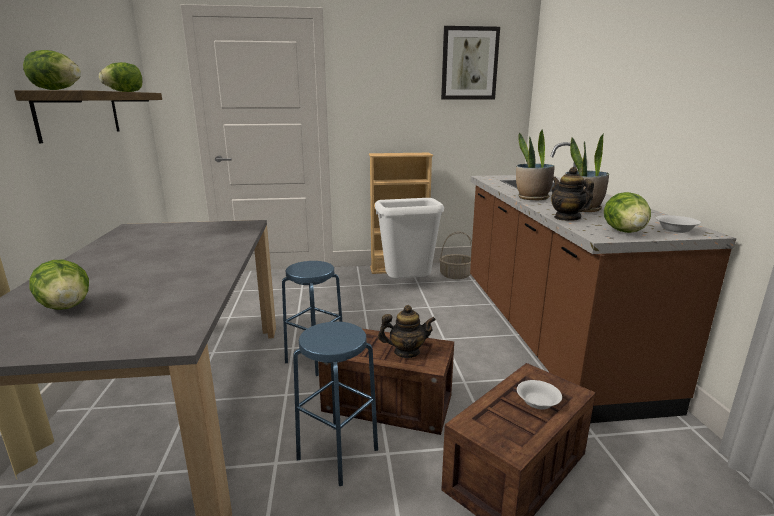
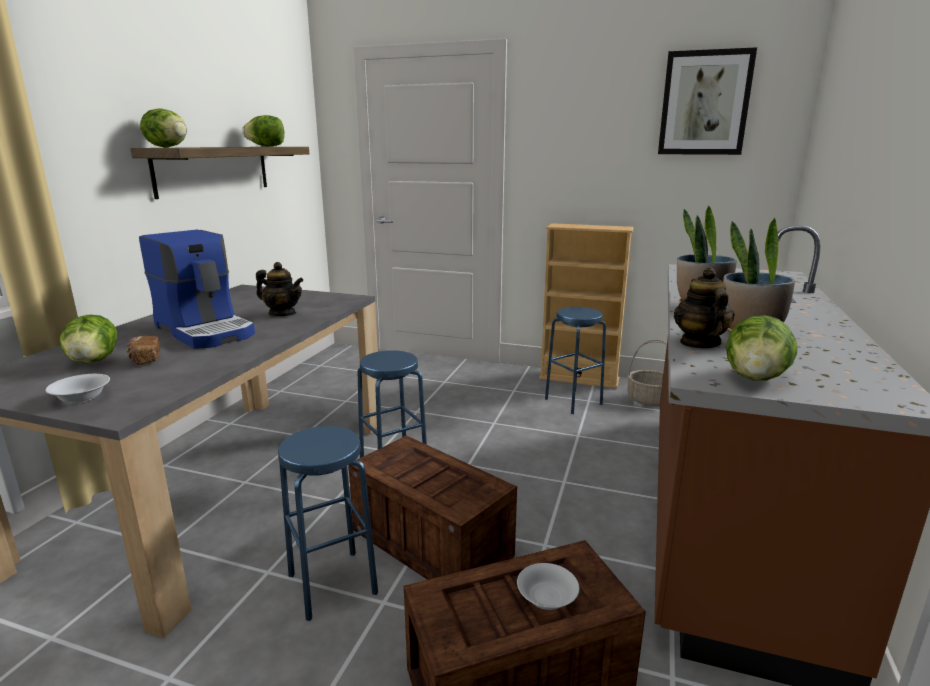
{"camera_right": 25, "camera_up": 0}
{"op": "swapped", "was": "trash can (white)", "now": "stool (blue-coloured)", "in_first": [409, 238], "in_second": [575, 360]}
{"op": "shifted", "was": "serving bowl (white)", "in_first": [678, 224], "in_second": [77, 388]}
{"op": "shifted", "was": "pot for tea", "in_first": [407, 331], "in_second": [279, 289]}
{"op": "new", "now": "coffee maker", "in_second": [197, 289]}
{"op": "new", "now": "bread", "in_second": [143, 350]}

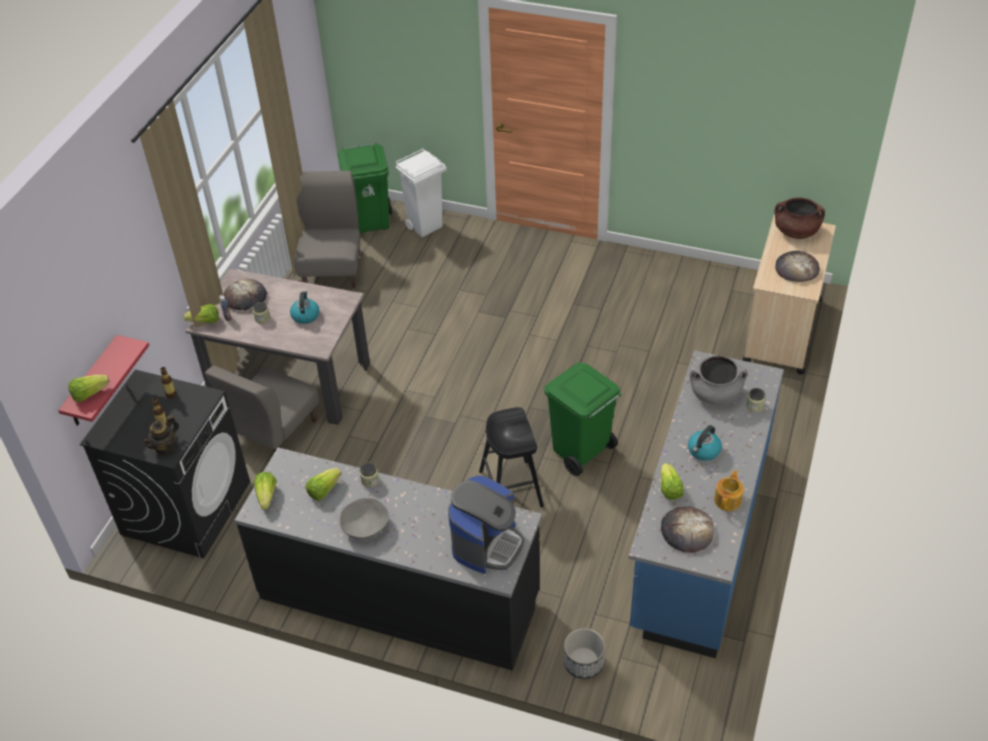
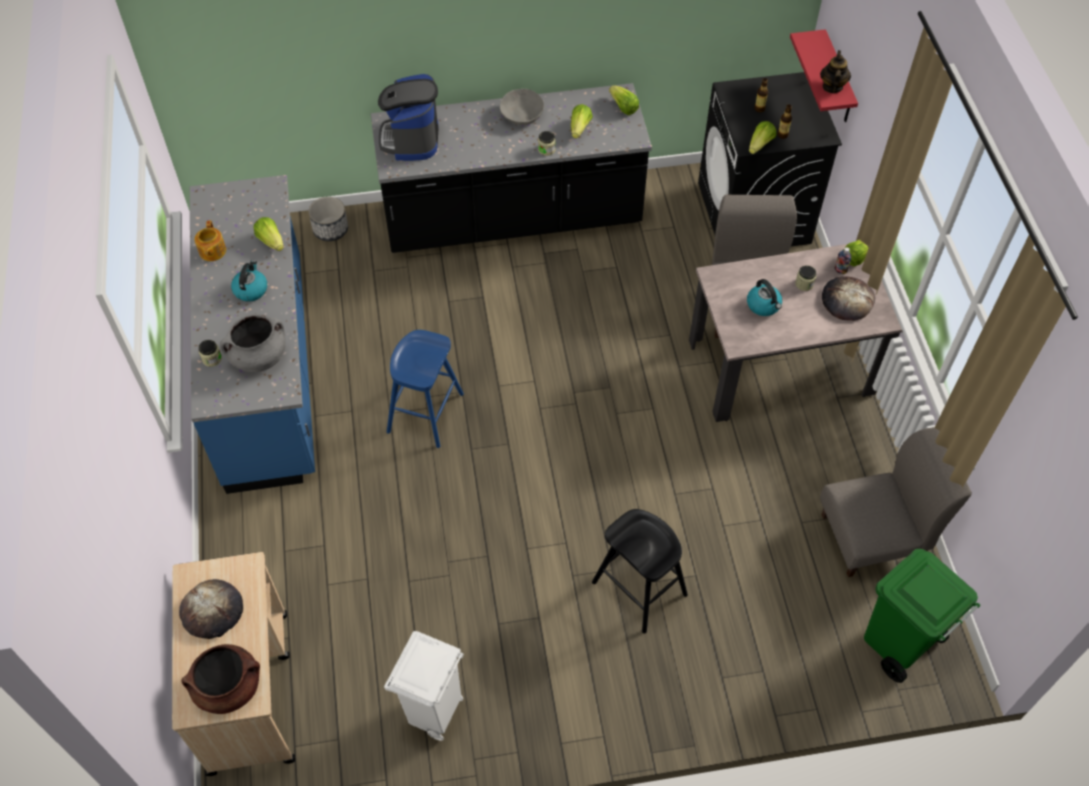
{"camera_right": 150, "camera_up": 10}
{"op": "shifted", "was": "trash can (white)", "in_first": [421, 192], "in_second": [424, 686]}
{"op": "rotated", "was": "upright chair (greyish)", "in_first": [327, 229], "in_second": [896, 502], "clockwise": -75}
{"op": "swapped", "was": "trash can (green-coloured)", "now": "stool (blue-coloured)", "in_first": [582, 419], "in_second": [425, 389]}
{"op": "shifted", "was": "head of lettuce", "in_first": [88, 388], "in_second": [762, 137]}
{"op": "shifted", "was": "stool (blackish)", "in_first": [511, 457], "in_second": [640, 571]}
{"op": "shifted", "was": "pot for tea", "in_first": [160, 435], "in_second": [835, 71]}
{"op": "gone", "was": "bread", "in_first": [687, 530]}

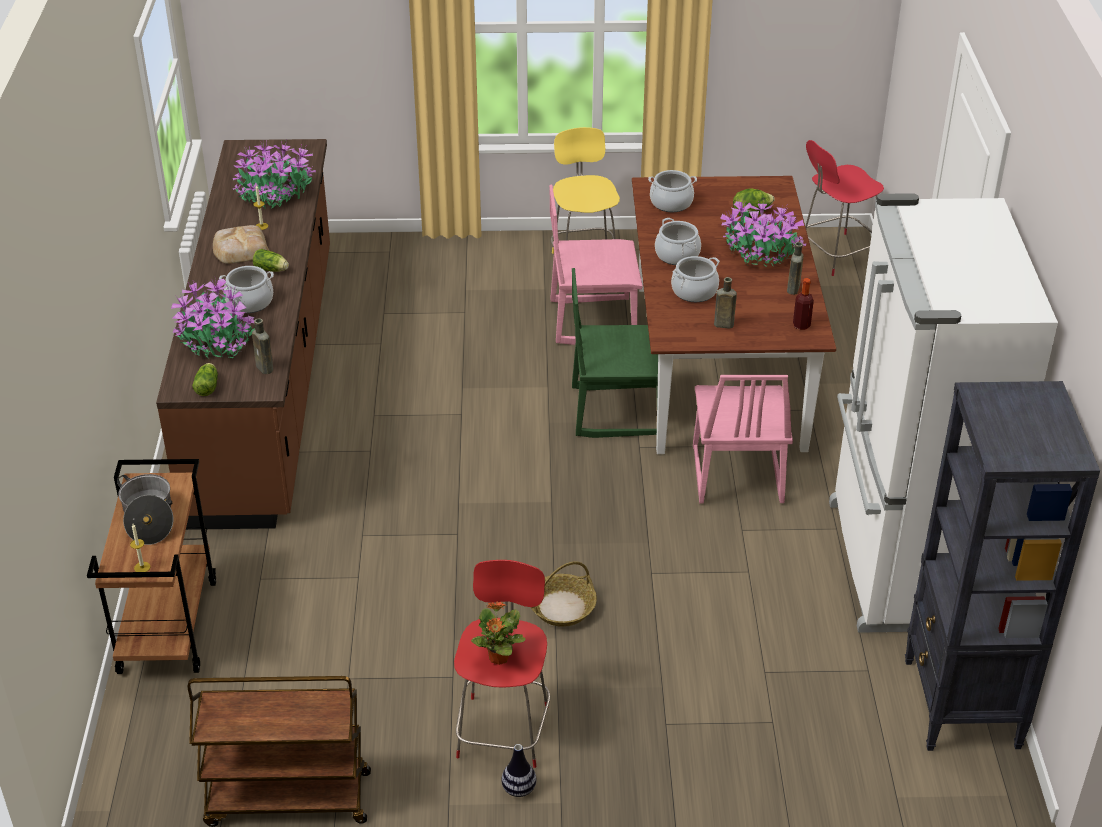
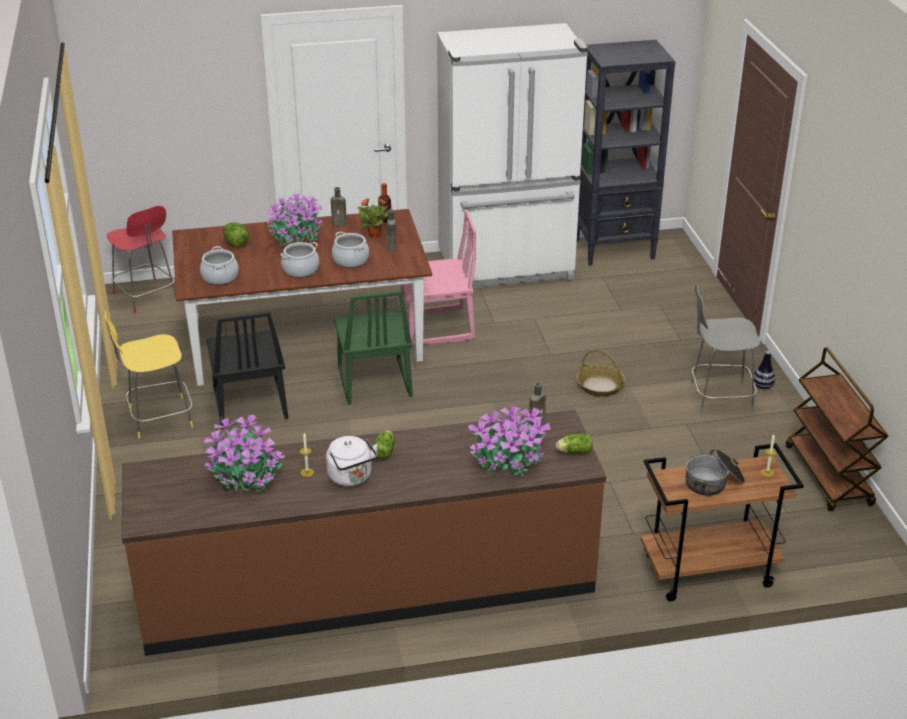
{"camera_right": -100, "camera_up": -5}
{"op": "repainted", "was": "upright chair (pinkish)", "now": "upright chair (blackish)", "in_first": [596, 265], "in_second": [247, 370]}
{"op": "swapped", "was": "bread", "now": "water kettle (white)", "in_first": [241, 244], "in_second": [352, 461]}
{"op": "gone", "was": "saucepot", "in_first": [246, 289]}
{"op": "repainted", "was": "stool (reddish)", "now": "stool (greyish)", "in_first": [502, 664], "in_second": [725, 349]}
{"op": "shifted", "was": "potted plant", "in_first": [498, 633], "in_second": [373, 217]}

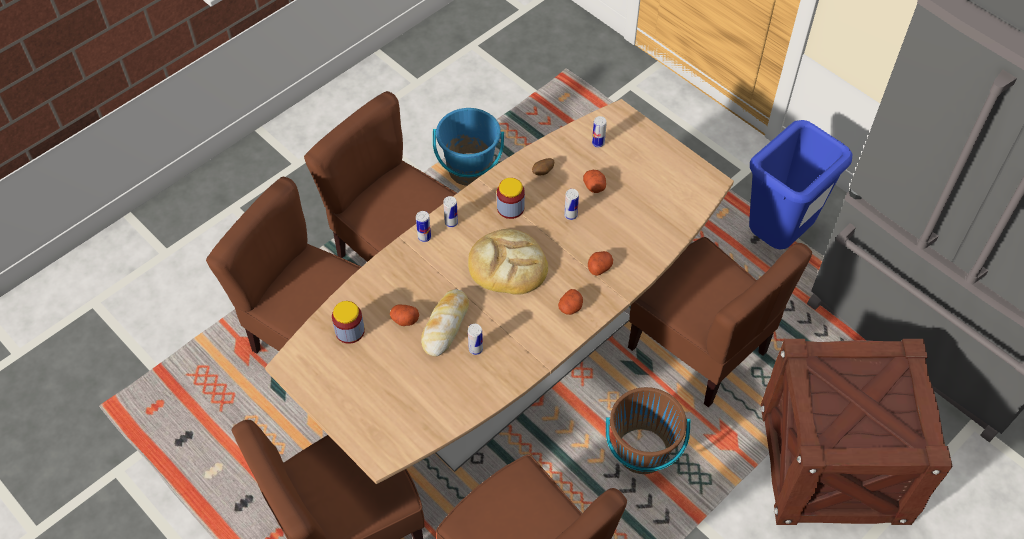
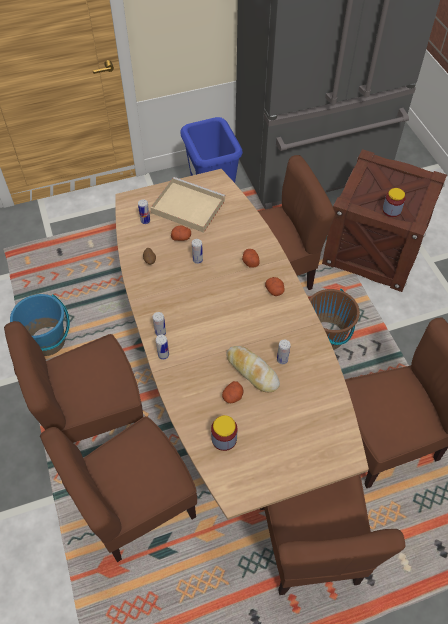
{"camera_right": -65, "camera_up": 0}
{"op": "shifted", "was": "storage jar", "in_first": [511, 198], "in_second": [393, 202]}
{"op": "gone", "was": "bread", "in_first": [508, 262]}
{"op": "new", "now": "serving tray (sand-coloured)", "in_second": [187, 205]}

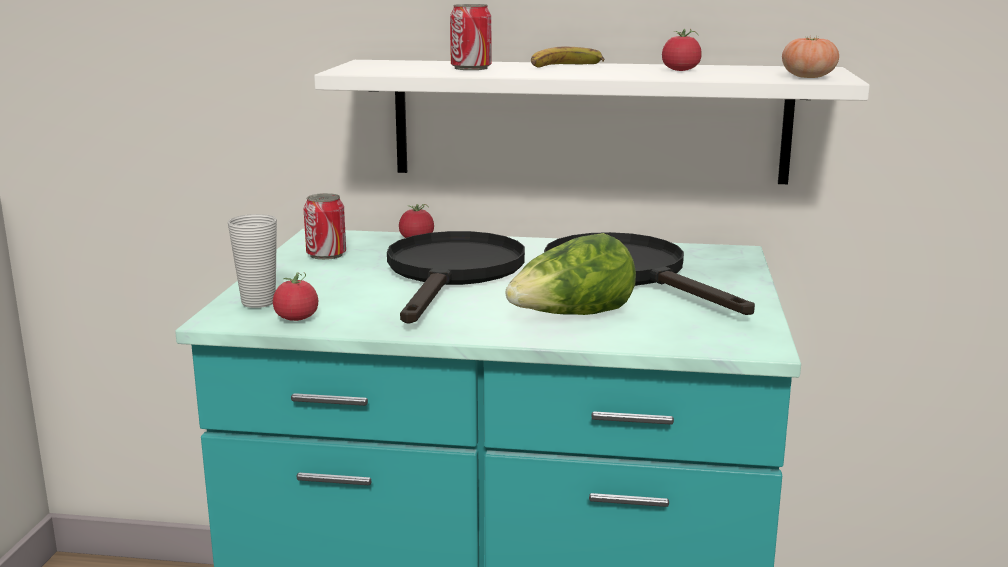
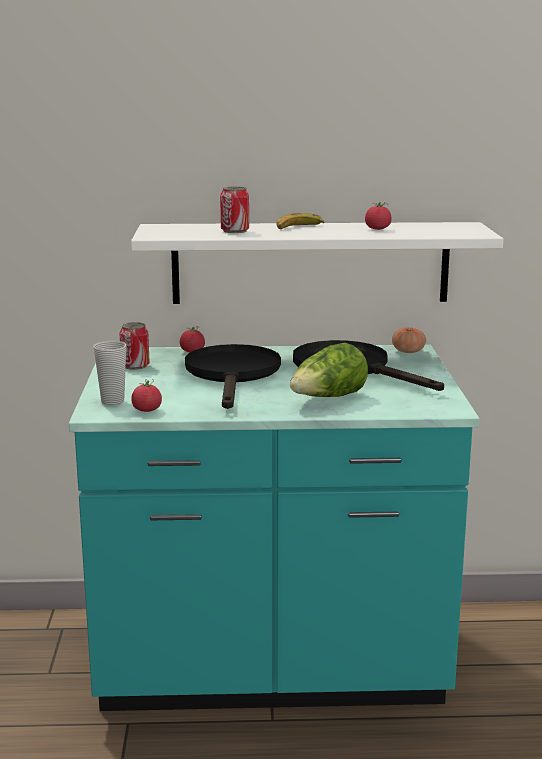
{"camera_right": -10, "camera_up": 0}
{"op": "shifted", "was": "whole tomato", "in_first": [810, 57], "in_second": [409, 340]}

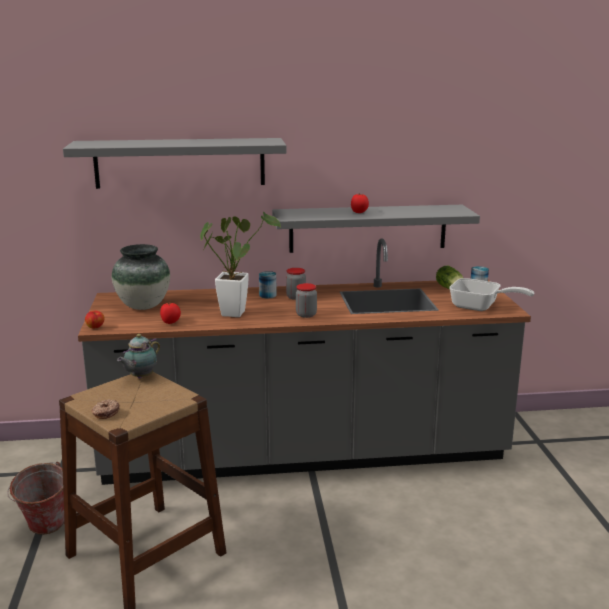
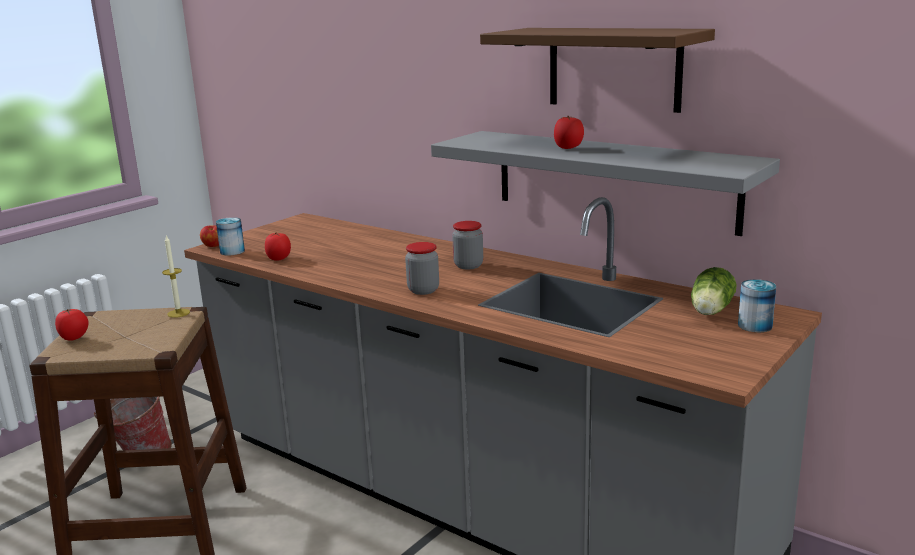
{"camera_right": 45, "camera_up": 0}
{"op": "gone", "was": "bracket shelf (greyish)", "in_first": [175, 163]}
{"op": "gone", "was": "potted plant", "in_first": [240, 264]}
{"op": "gone", "was": "flower vase", "in_first": [141, 277]}
{"op": "shifted", "was": "sealed can", "in_first": [268, 284], "in_second": [230, 236]}
{"op": "gone", "was": "skillet", "in_first": [492, 294]}
{"op": "swapped", "was": "pot for tea", "now": "wax candle", "in_first": [138, 356], "in_second": [176, 277]}
{"op": "swapped", "was": "ring doughnut", "now": "whole tomato", "in_first": [105, 409], "in_second": [72, 325]}
{"op": "new", "now": "bracket shelf (brown-coloured)", "in_second": [597, 70]}

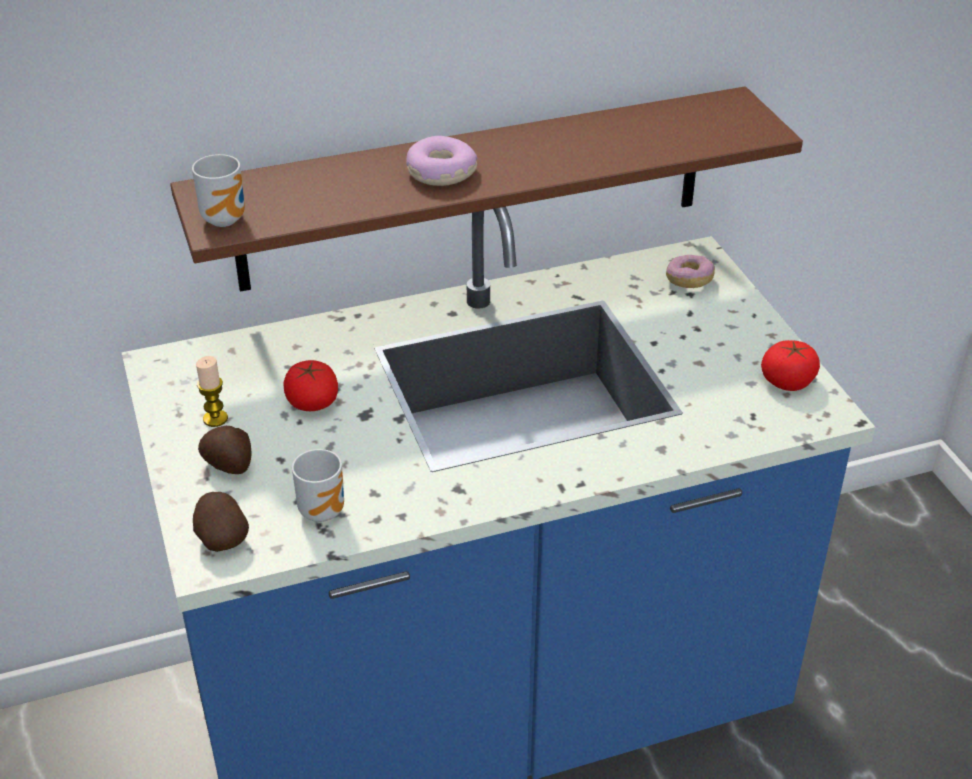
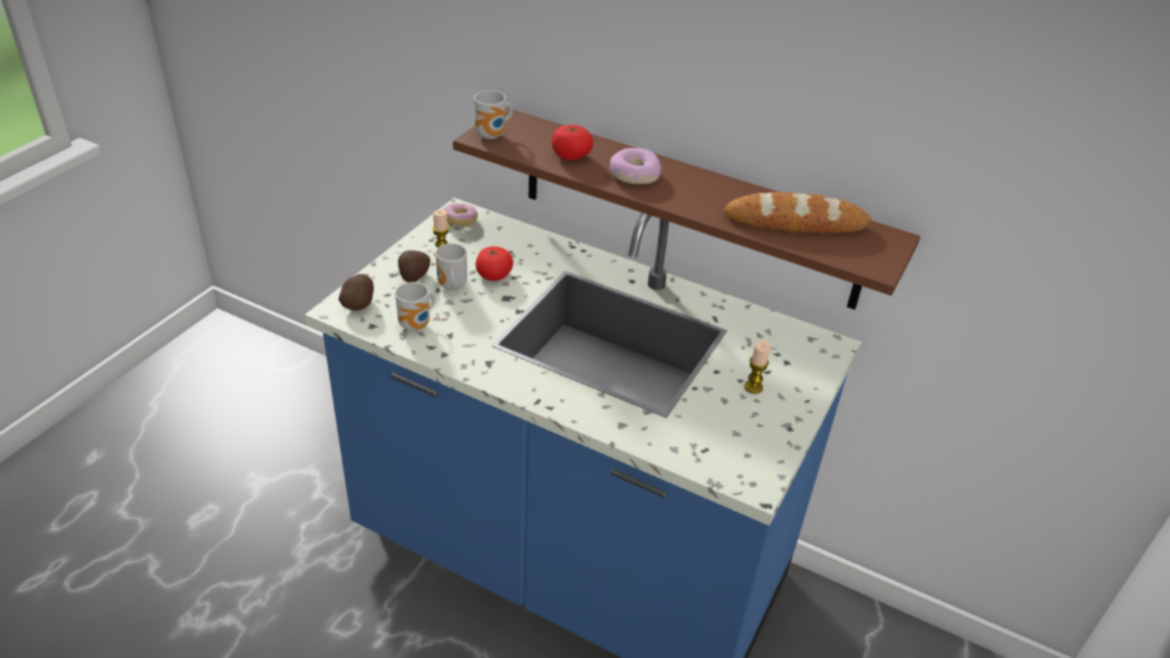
{"camera_right": 45, "camera_up": 0}
{"op": "shifted", "was": "ring doughnut", "in_first": [690, 271], "in_second": [460, 214]}
{"op": "shifted", "was": "whole tomato", "in_first": [790, 365], "in_second": [572, 142]}
{"op": "new", "now": "bread", "in_second": [797, 212]}
{"op": "new", "now": "coffee mug", "in_second": [451, 266]}
{"op": "new", "now": "wax candle", "in_second": [757, 367]}

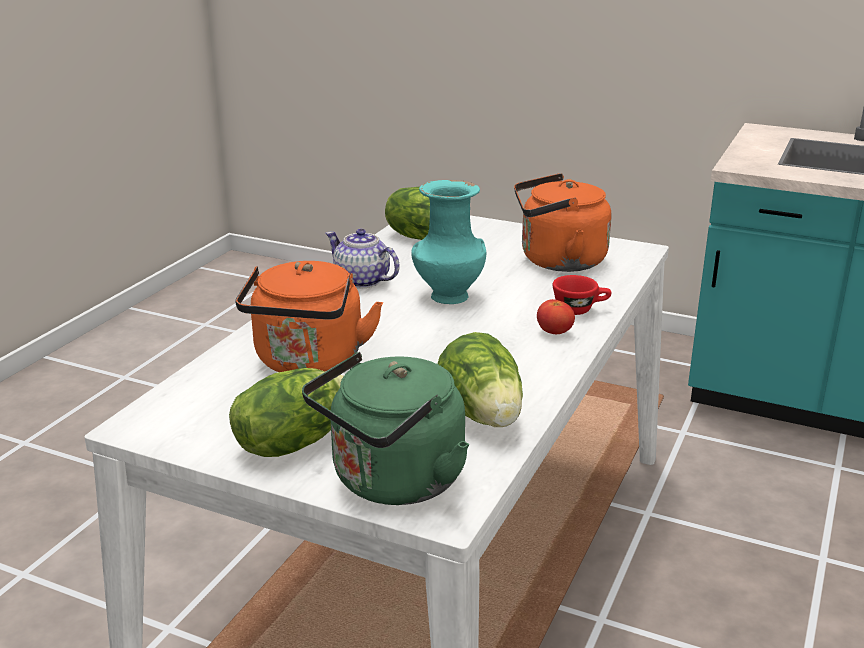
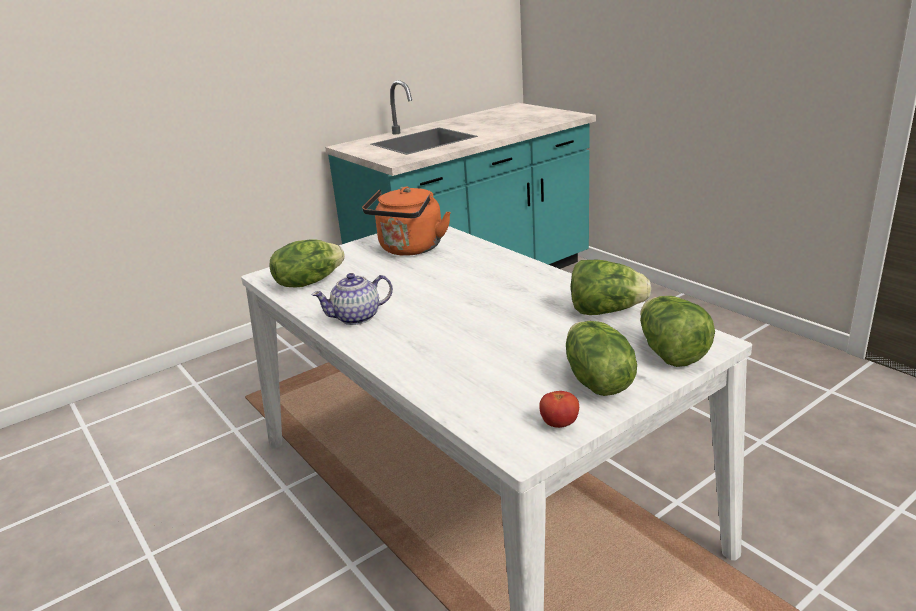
{"camera_right": -60, "camera_up": 0}
{"op": "gone", "was": "flower vase (turquoise-coloured)", "in_first": [448, 242]}
{"op": "gone", "was": "water kettle (orange)", "in_first": [309, 316]}
{"op": "gone", "was": "drinking cup (reddish)", "in_first": [582, 295]}
{"op": "shifted", "was": "whole tomato", "in_first": [556, 316], "in_second": [559, 409]}
{"op": "swapped", "was": "water kettle (green-coloured)", "now": "head of lettuce", "in_first": [385, 428], "in_second": [677, 331]}

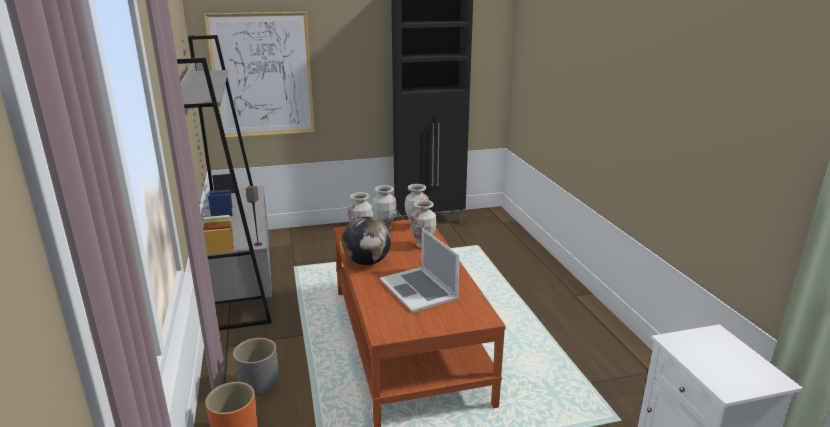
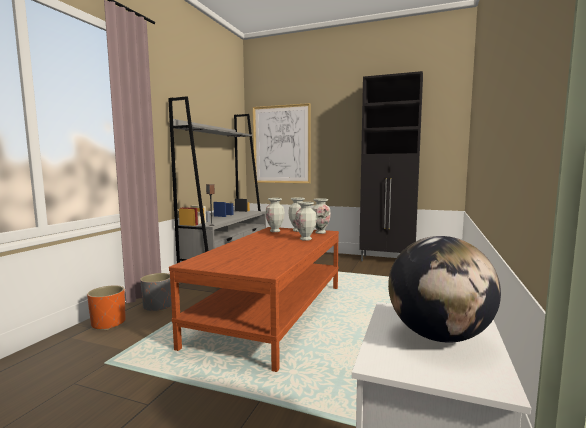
{"camera_right": 35, "camera_up": -15}
{"op": "shifted", "was": "world globe", "in_first": [366, 240], "in_second": [444, 289]}
{"op": "gone", "was": "notebook computer", "in_first": [420, 270]}

